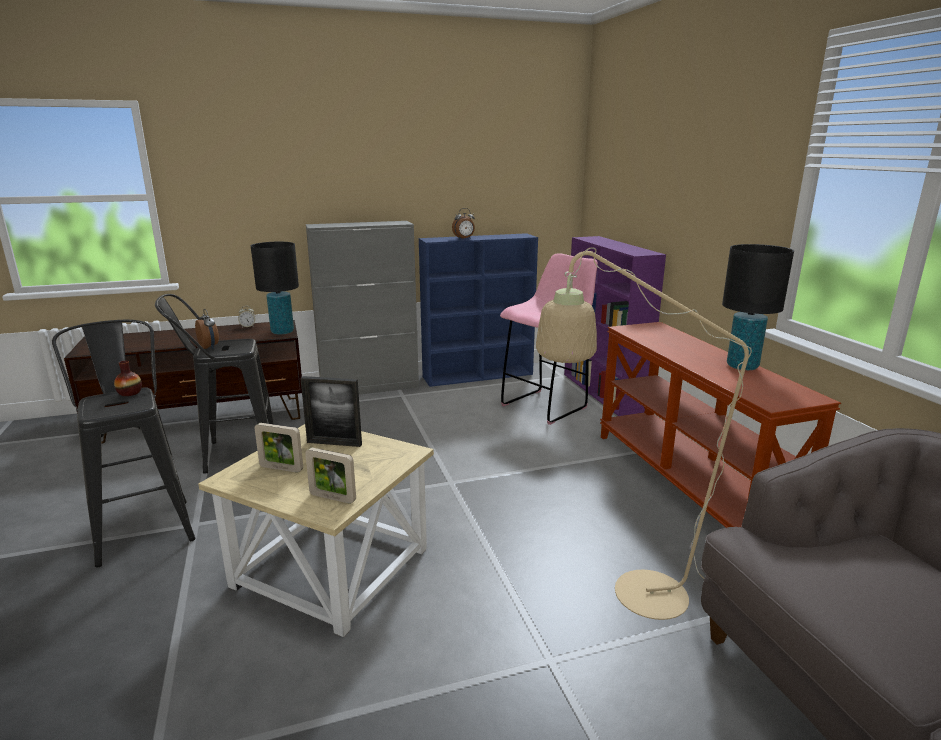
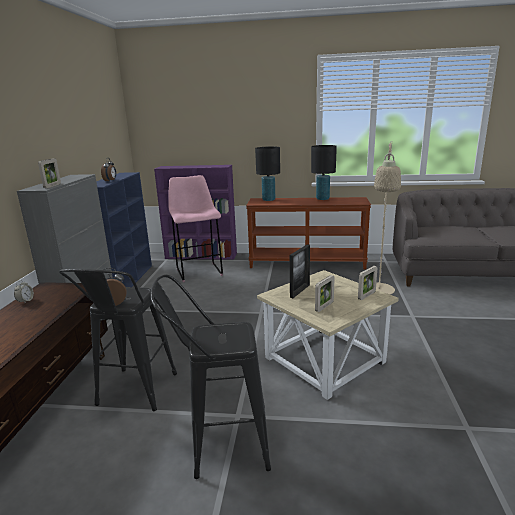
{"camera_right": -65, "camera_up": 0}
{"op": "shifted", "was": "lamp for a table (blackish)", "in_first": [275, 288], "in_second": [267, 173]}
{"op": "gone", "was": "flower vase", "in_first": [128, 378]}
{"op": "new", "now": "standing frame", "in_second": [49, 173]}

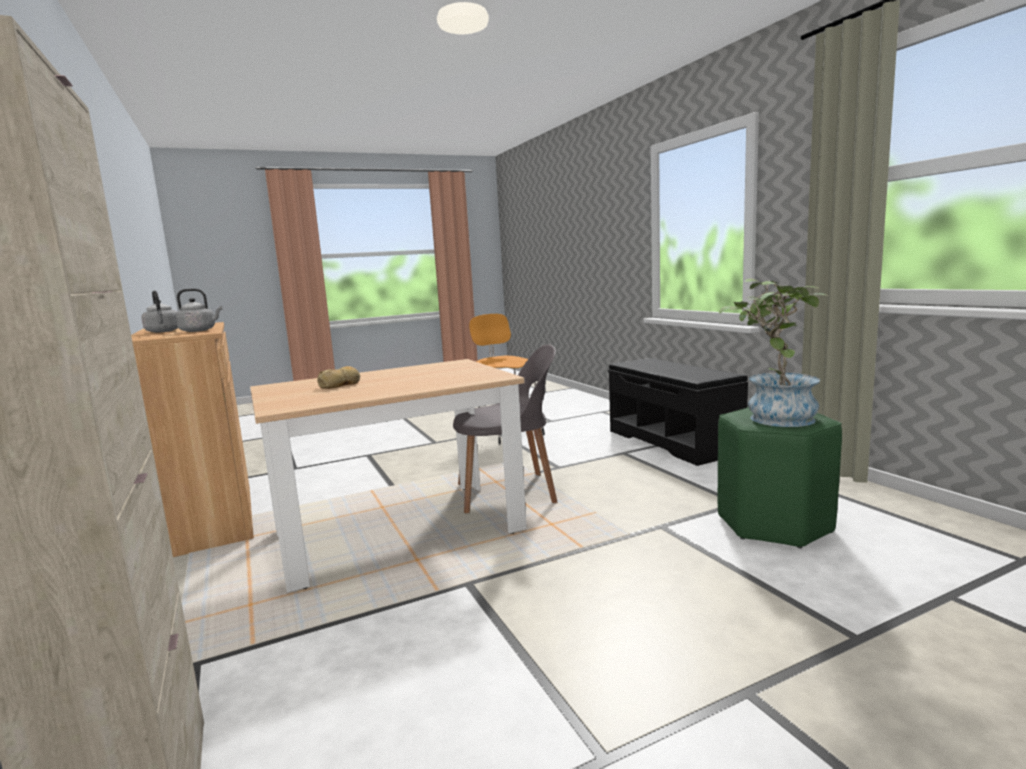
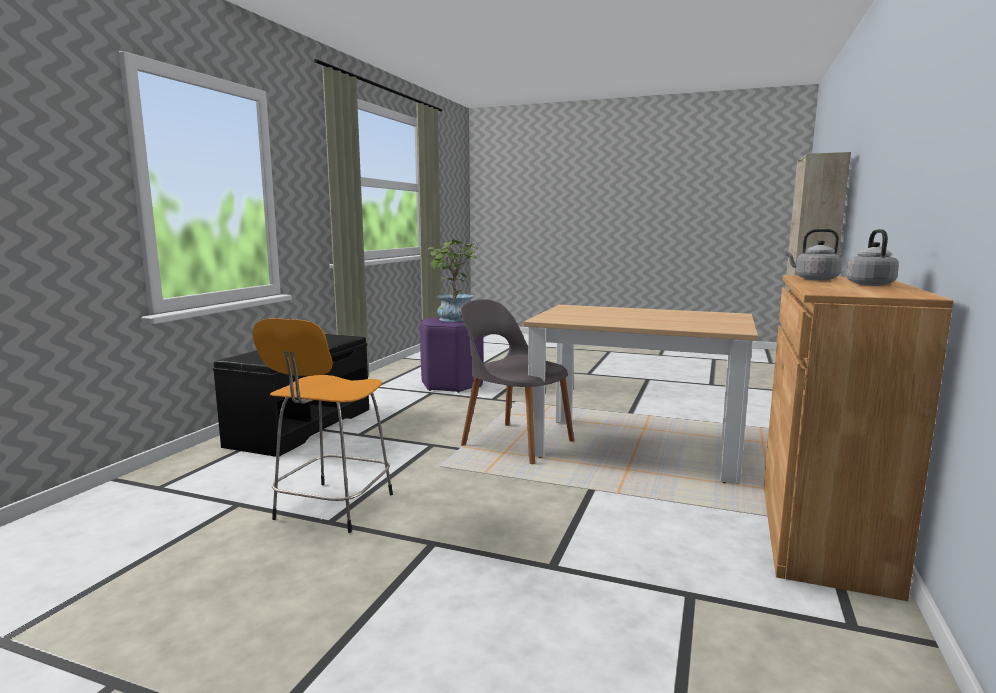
{"camera_right": -135, "camera_up": 0}
{"op": "gone", "was": "bread", "in_first": [338, 377]}
{"op": "repainted", "was": "stool (green-coloured)", "now": "stool (purple-coloured)", "in_first": [780, 477], "in_second": [451, 355]}

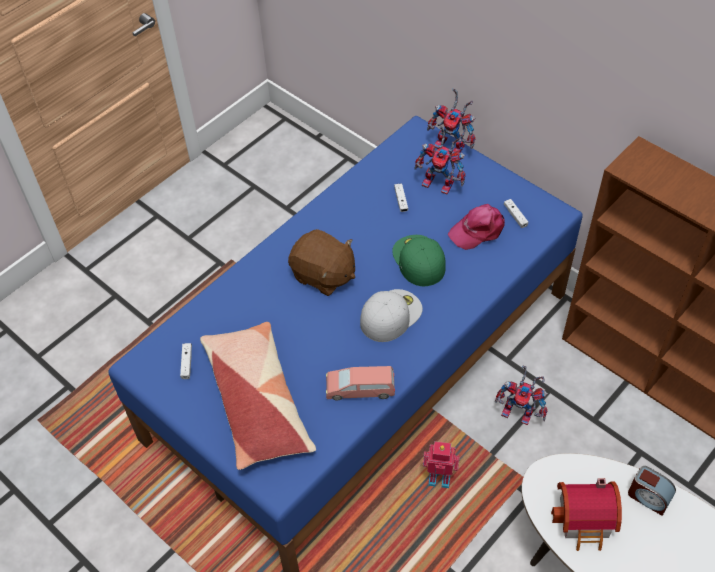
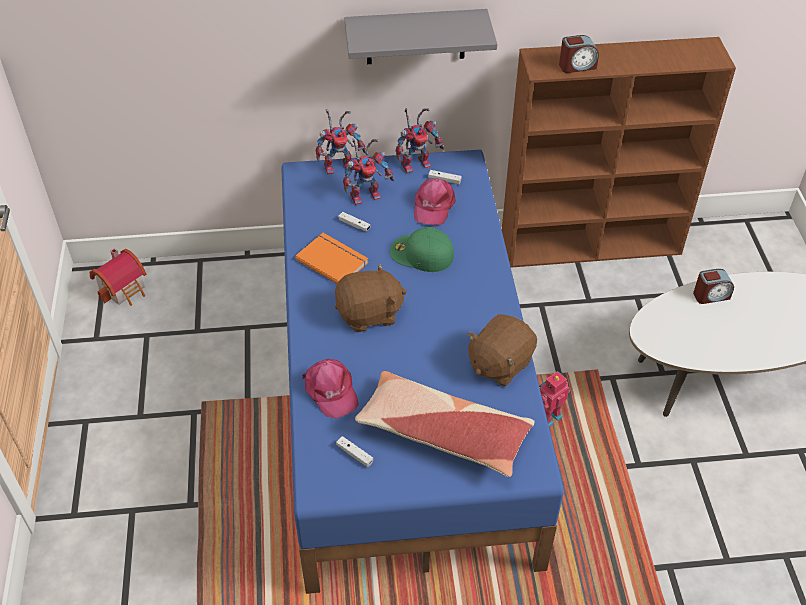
{"camera_right": -50, "camera_up": -5}
{"op": "gone", "was": "peaked cap (white)", "in_first": [391, 315]}
{"op": "swapped", "was": "toy car (pinkish)", "now": "cuddly toy (brown-coloured)", "in_first": [360, 383], "in_second": [502, 350]}
{"op": "shifted", "was": "toy robot", "in_first": [521, 395], "in_second": [420, 141]}
{"op": "shifted", "was": "miniature house", "in_first": [586, 514], "in_second": [118, 277]}
{"op": "new", "now": "bracket shelf (greyish)", "in_second": [420, 36]}
{"op": "new", "now": "table clock", "in_second": [579, 54]}
{"op": "new", "now": "bound book (orange)", "in_second": [331, 258]}
{"op": "new", "now": "peaked cap (pinkish)", "in_second": [330, 389]}

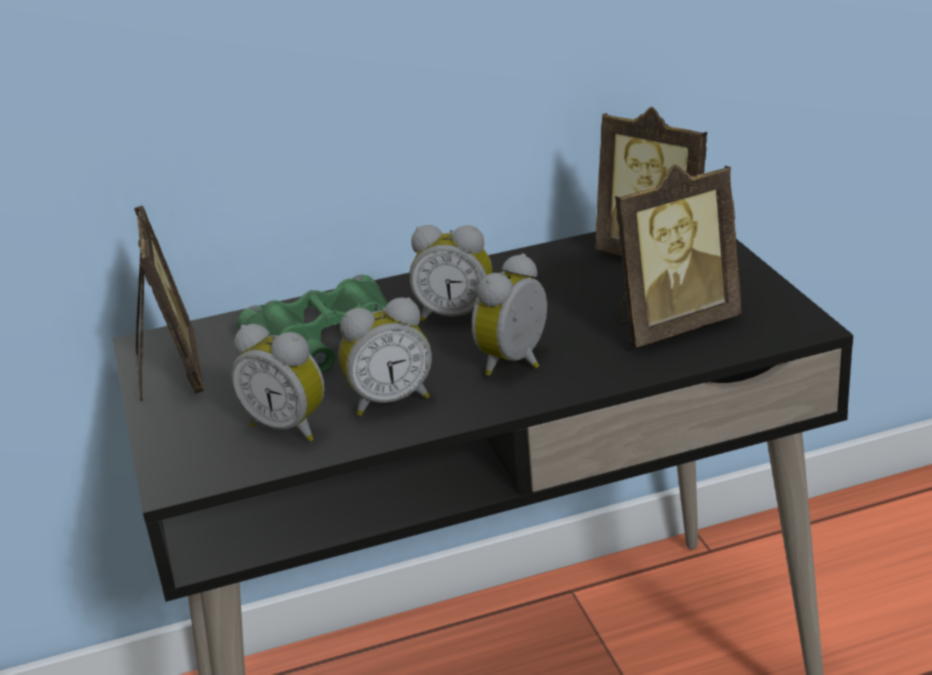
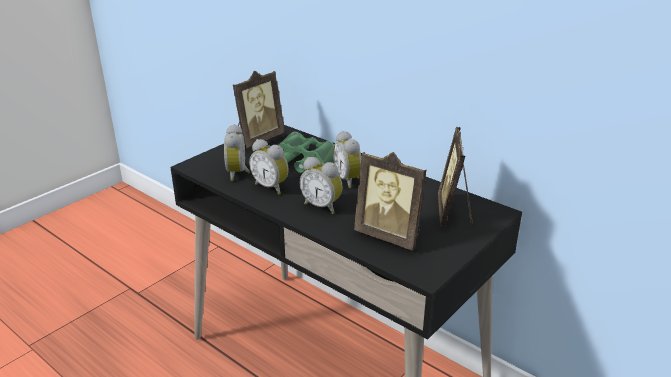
{"camera_right": 55, "camera_up": 0}
{"op": "rotated", "was": "table clock", "in_first": [509, 314], "in_second": [321, 185], "clockwise": -150}

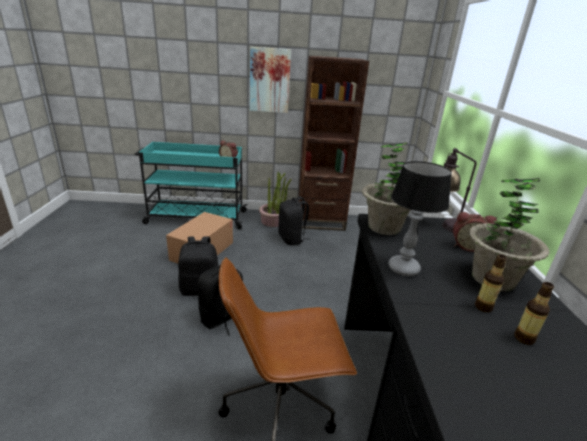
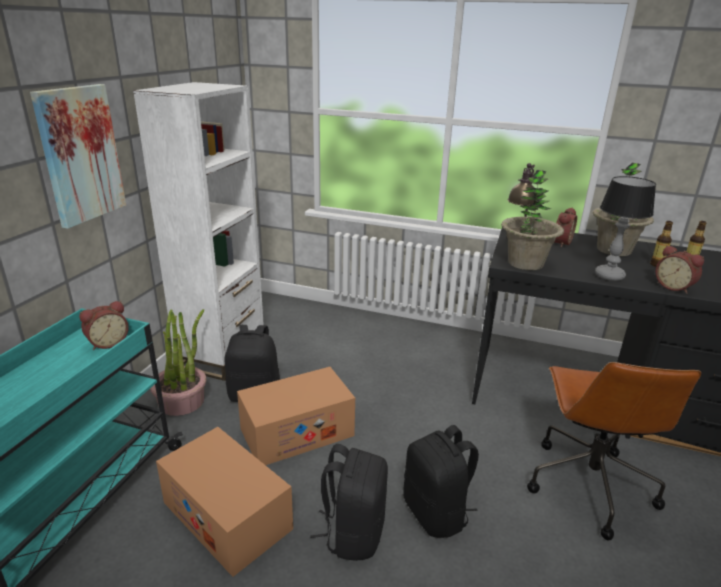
{"camera_right": -70, "camera_up": 0}
{"op": "repainted", "was": "shelving unit (brown-coloured)", "now": "shelving unit (white)", "in_first": [333, 143], "in_second": [198, 231]}
{"op": "new", "now": "table clock", "in_second": [680, 269]}
{"op": "new", "now": "cardboard box", "in_second": [296, 416]}

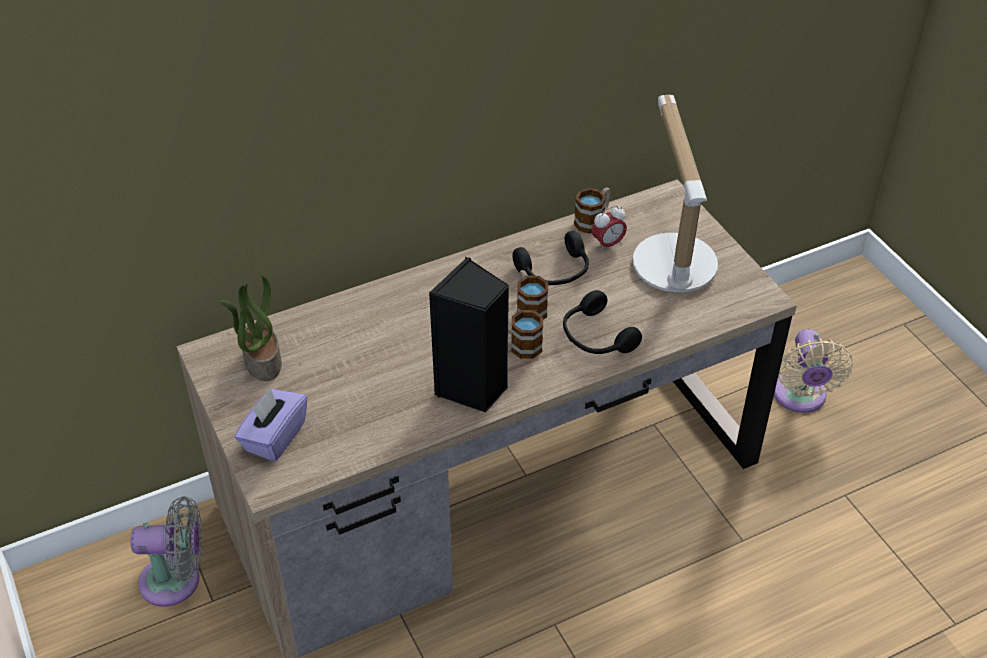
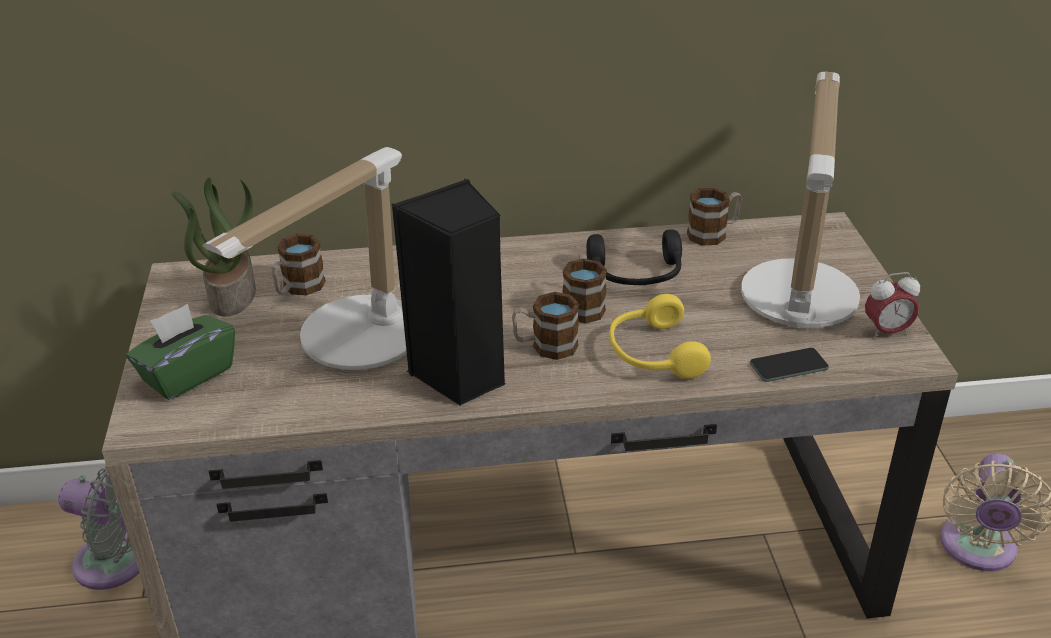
{"camera_right": 20, "camera_up": -10}
{"op": "shifted", "was": "table clock", "in_first": [609, 229], "in_second": [892, 305]}
{"op": "repainted", "was": "headphones (blackish)", "now": "headphones (yellow)", "in_first": [602, 322], "in_second": [660, 336]}
{"op": "repainted", "was": "tissue box (purple-coloured)", "now": "tissue box (green-coloured)", "in_first": [271, 425], "in_second": [180, 352]}
{"op": "new", "now": "lamp for a table", "in_second": [305, 258]}
{"op": "new", "now": "coffee mug", "in_second": [298, 265]}
{"op": "new", "now": "phone", "in_second": [789, 365]}

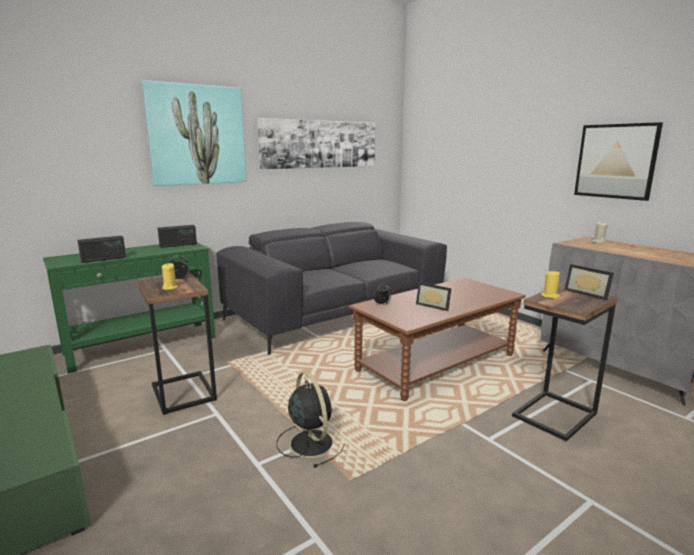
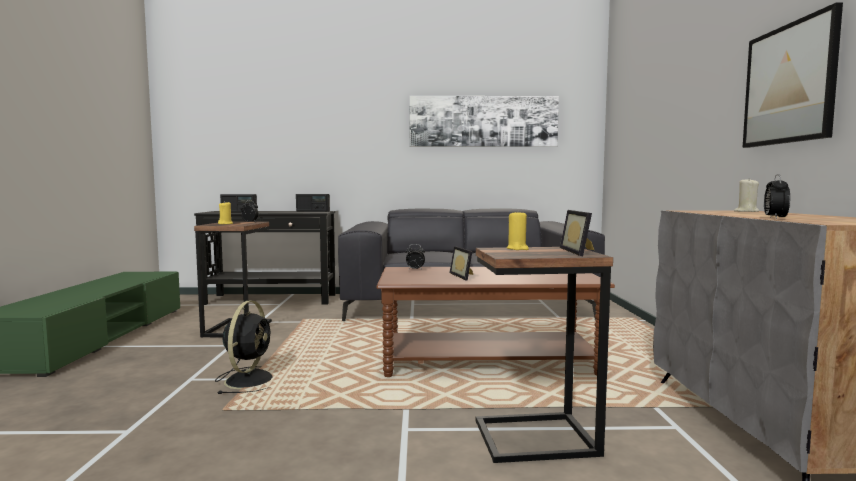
{"camera_right": 35, "camera_up": -10}
{"op": "gone", "was": "wall picture", "in_first": [194, 133]}
{"op": "repainted", "was": "narrow table (green-coloured)", "now": "narrow table (blackish)", "in_first": [129, 308], "in_second": [265, 258]}
{"op": "new", "now": "table clock", "in_second": [777, 196]}

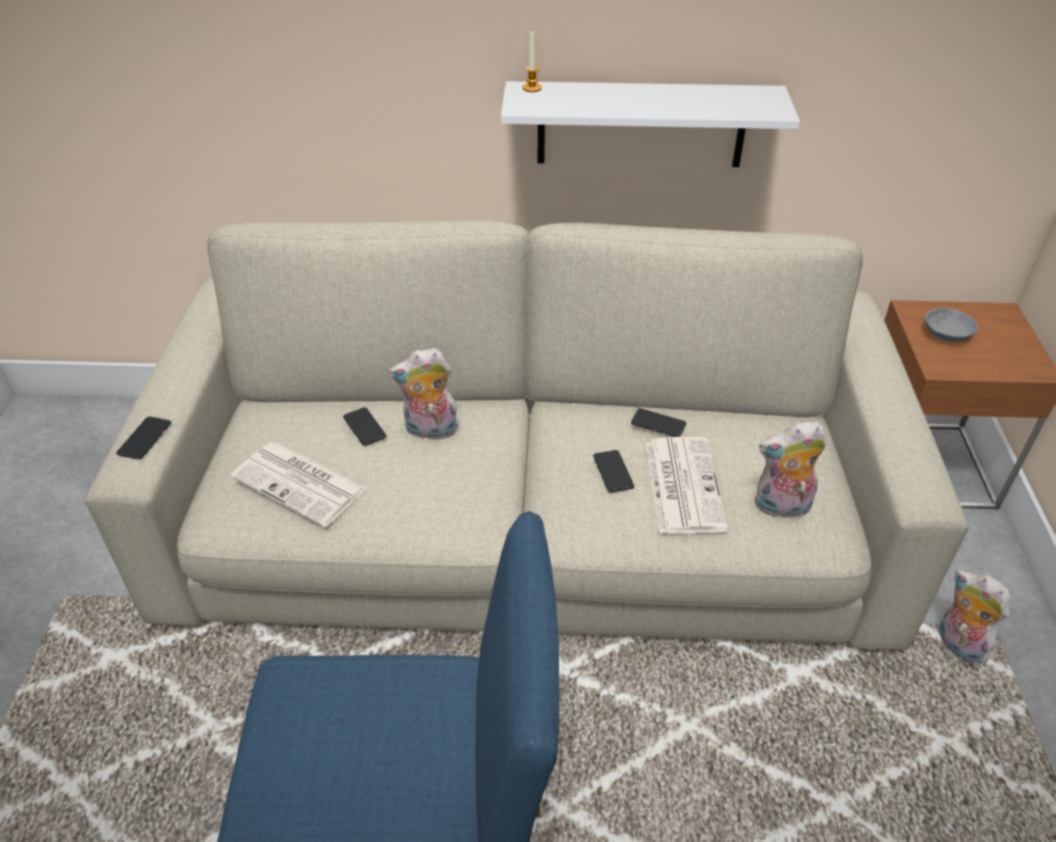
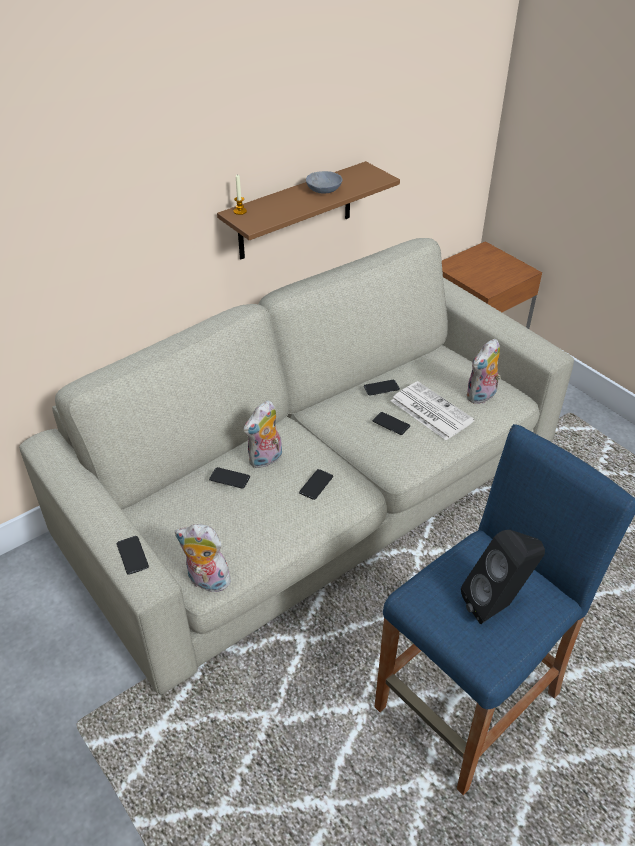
{"camera_right": -40, "camera_up": 0}
{"op": "repainted", "was": "bracket shelf (white)", "now": "bracket shelf (brown-coloured)", "in_first": [650, 124], "in_second": [308, 210]}
{"op": "shifted", "was": "serving bowl (greyish)", "in_first": [951, 325], "in_second": [324, 182]}
{"op": "gone", "was": "daily paper", "in_first": [299, 484]}
{"op": "shifted", "was": "cuddly toy", "in_first": [974, 617], "in_second": [204, 558]}
{"op": "new", "now": "phone", "in_second": [316, 484]}
{"op": "new", "now": "audio speaker (blackish)", "in_second": [503, 577]}

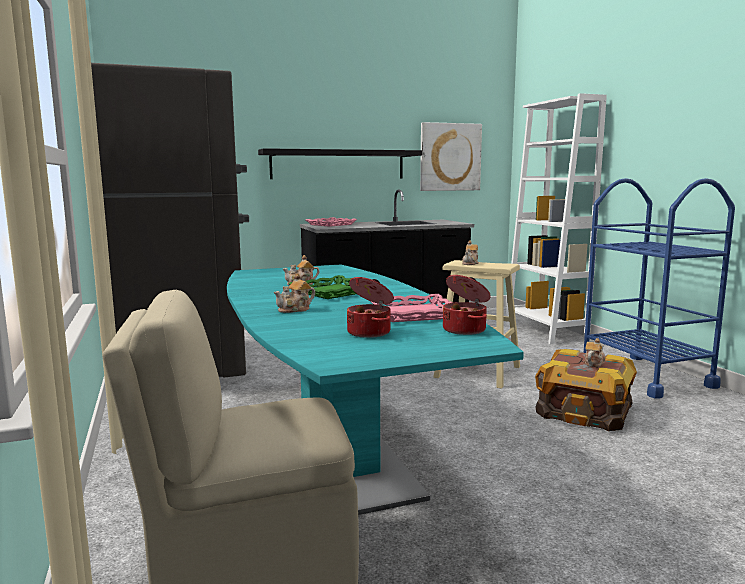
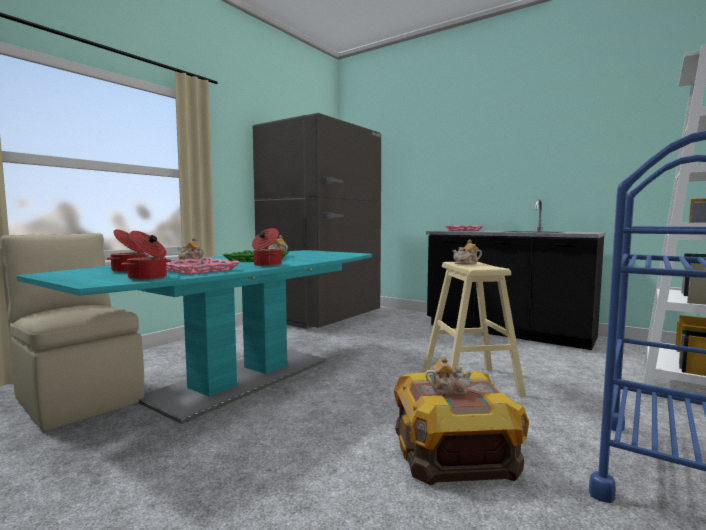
{"camera_right": 55, "camera_up": -5}
{"op": "gone", "was": "wall picture", "in_first": [451, 156]}
{"op": "gone", "was": "bracket shelf (blackish)", "in_first": [340, 163]}
{"op": "new", "now": "saucepot", "in_second": [267, 247]}

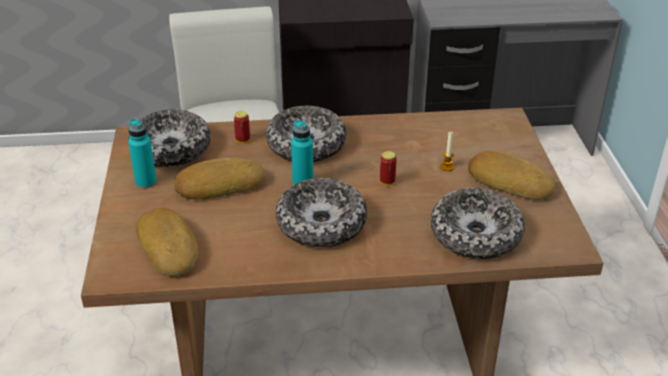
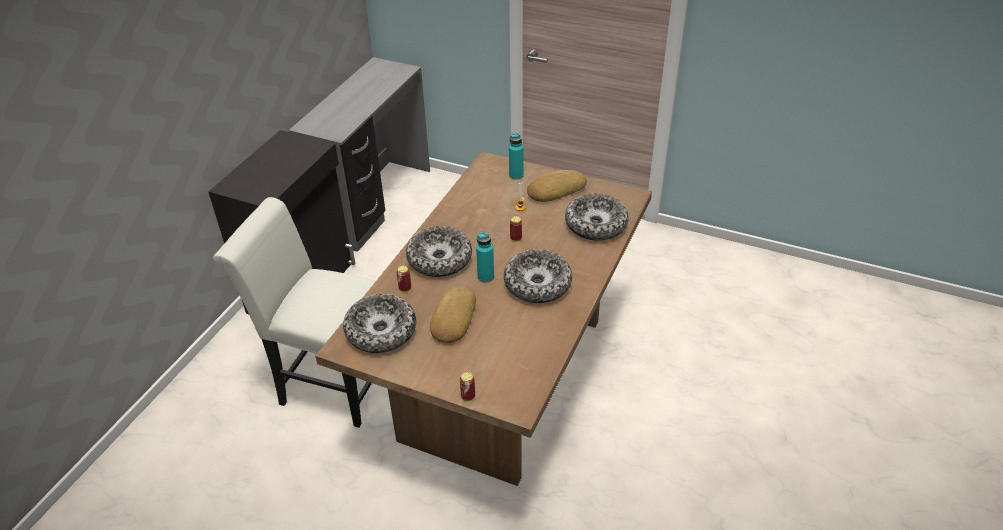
{"camera_right": -60, "camera_up": 5}
{"op": "shifted", "was": "beverage bottle (turquoise-coloured)", "in_first": [142, 154], "in_second": [516, 156]}
{"op": "gone", "was": "bread", "in_first": [167, 242]}
{"op": "new", "now": "sealed can", "in_second": [467, 386]}

